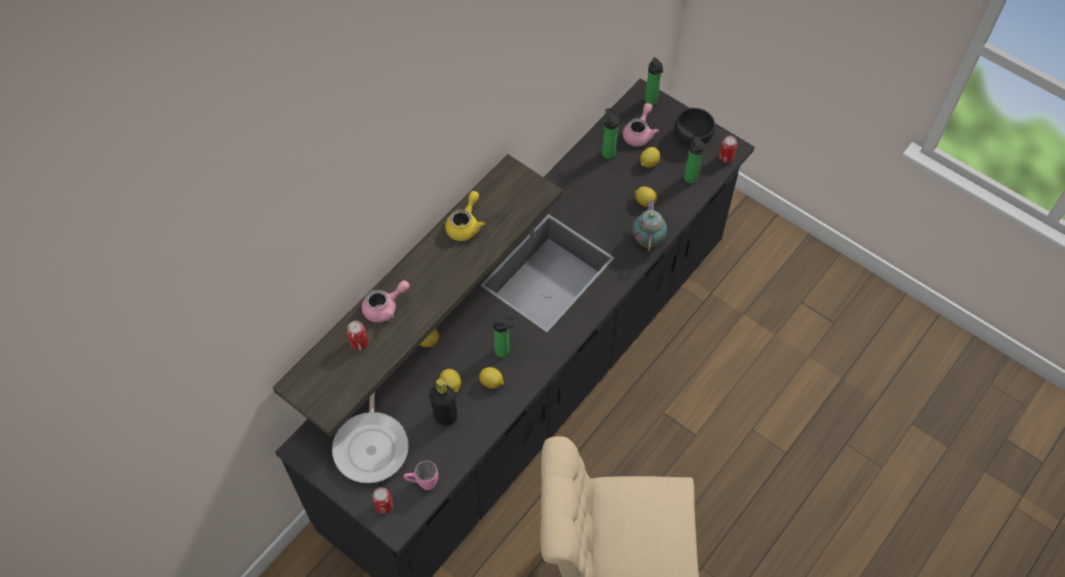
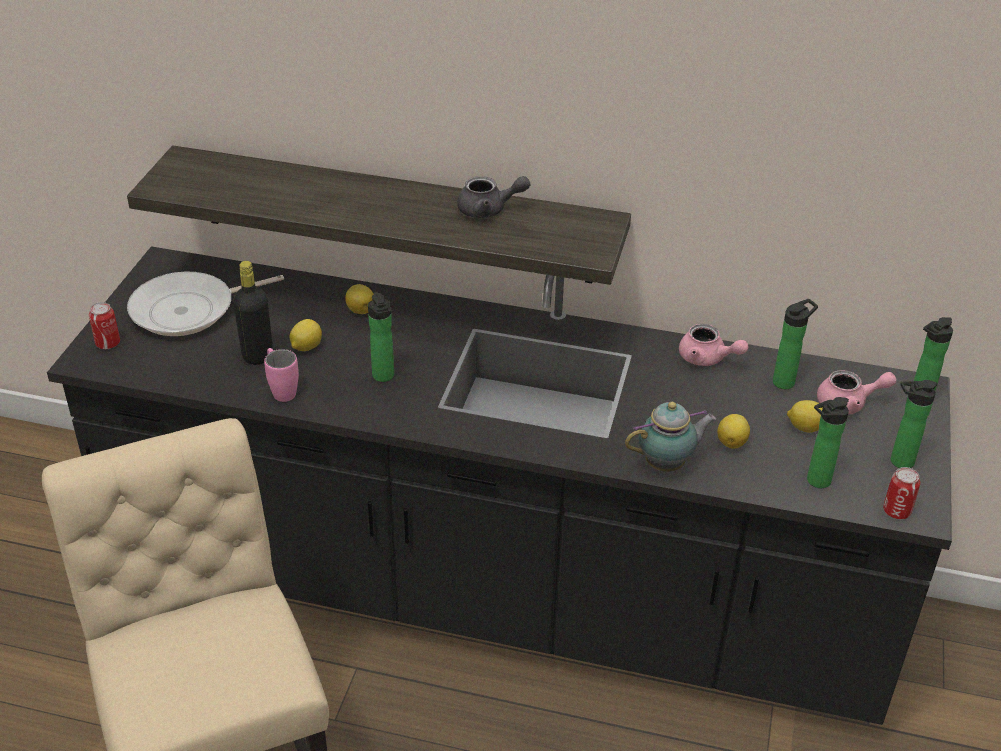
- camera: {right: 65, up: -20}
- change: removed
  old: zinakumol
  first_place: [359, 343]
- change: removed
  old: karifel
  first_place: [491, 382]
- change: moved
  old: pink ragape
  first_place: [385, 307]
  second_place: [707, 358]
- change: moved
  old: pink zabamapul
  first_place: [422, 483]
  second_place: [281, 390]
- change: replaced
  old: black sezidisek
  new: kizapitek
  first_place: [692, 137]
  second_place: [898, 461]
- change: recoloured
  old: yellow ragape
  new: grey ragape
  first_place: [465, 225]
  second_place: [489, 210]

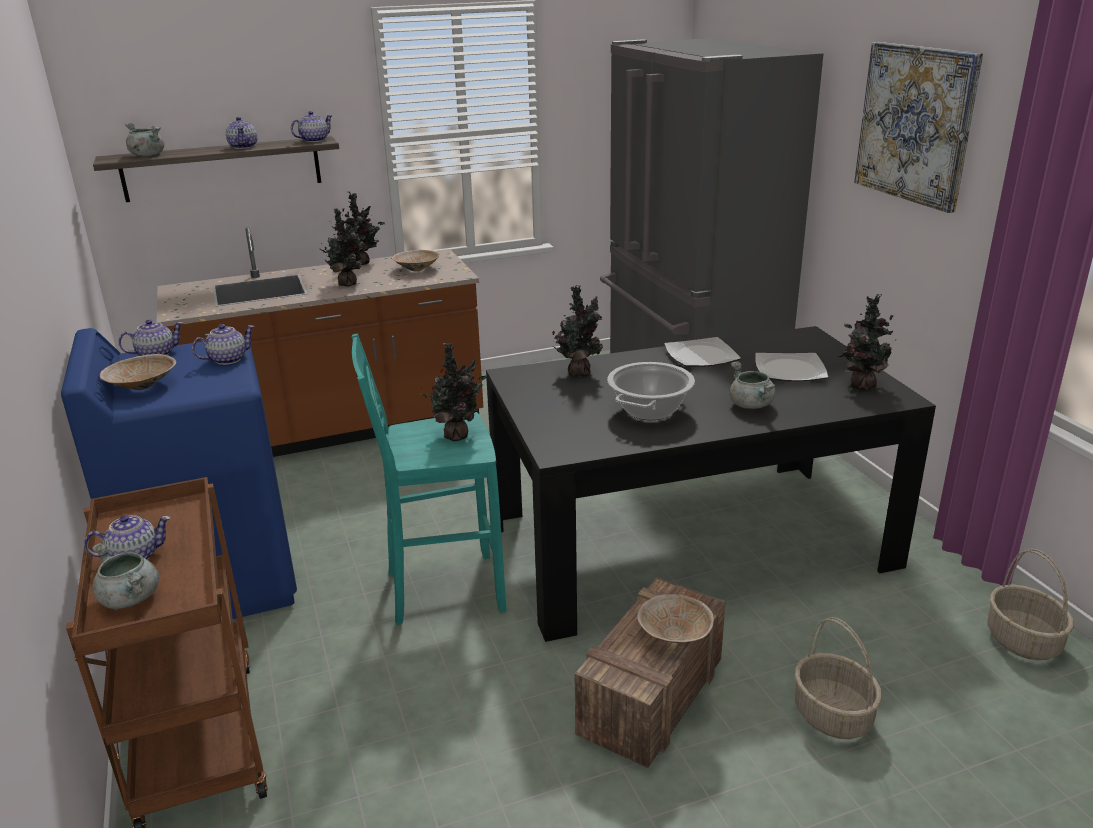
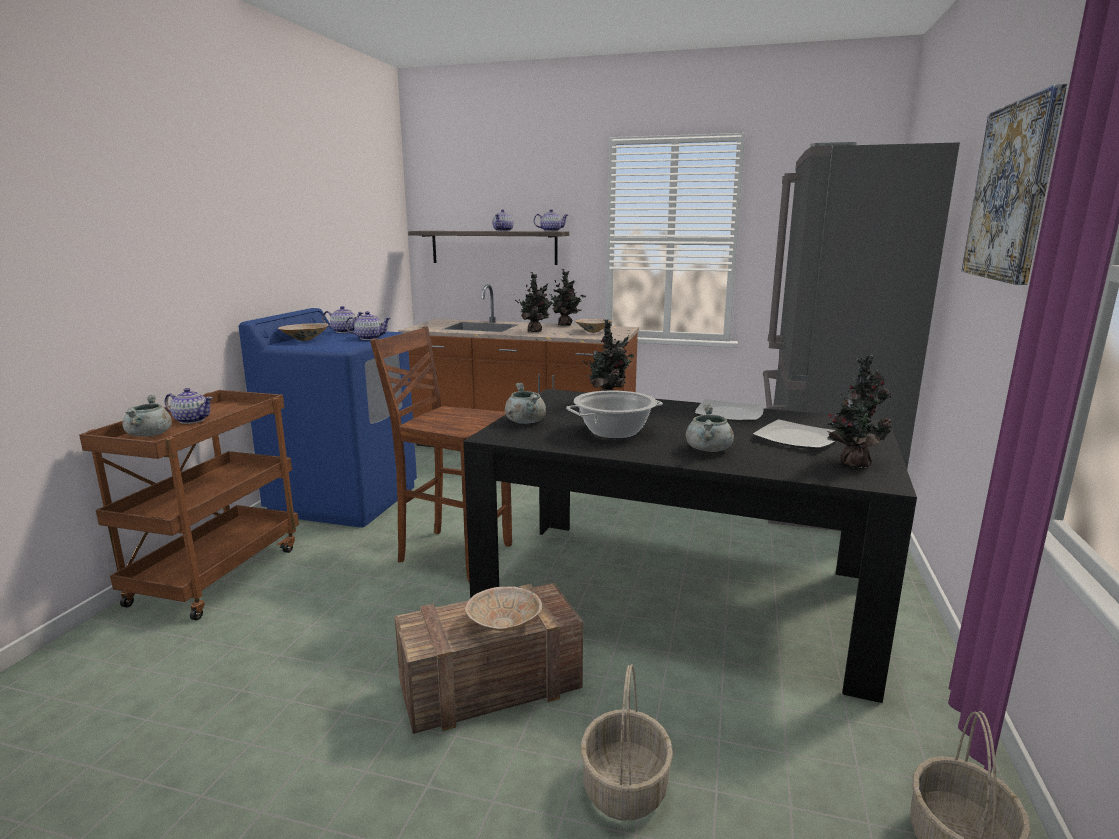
- camera: {right: 35, up: -10}
- change: removed
  old: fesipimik
  first_place: [457, 435]
- change: moved
  old: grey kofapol
  first_place: [147, 155]
  second_place: [525, 421]
- change: recoloured
  old: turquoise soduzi
  new: brown soduzi
  first_place: [441, 590]
  second_place: [453, 553]

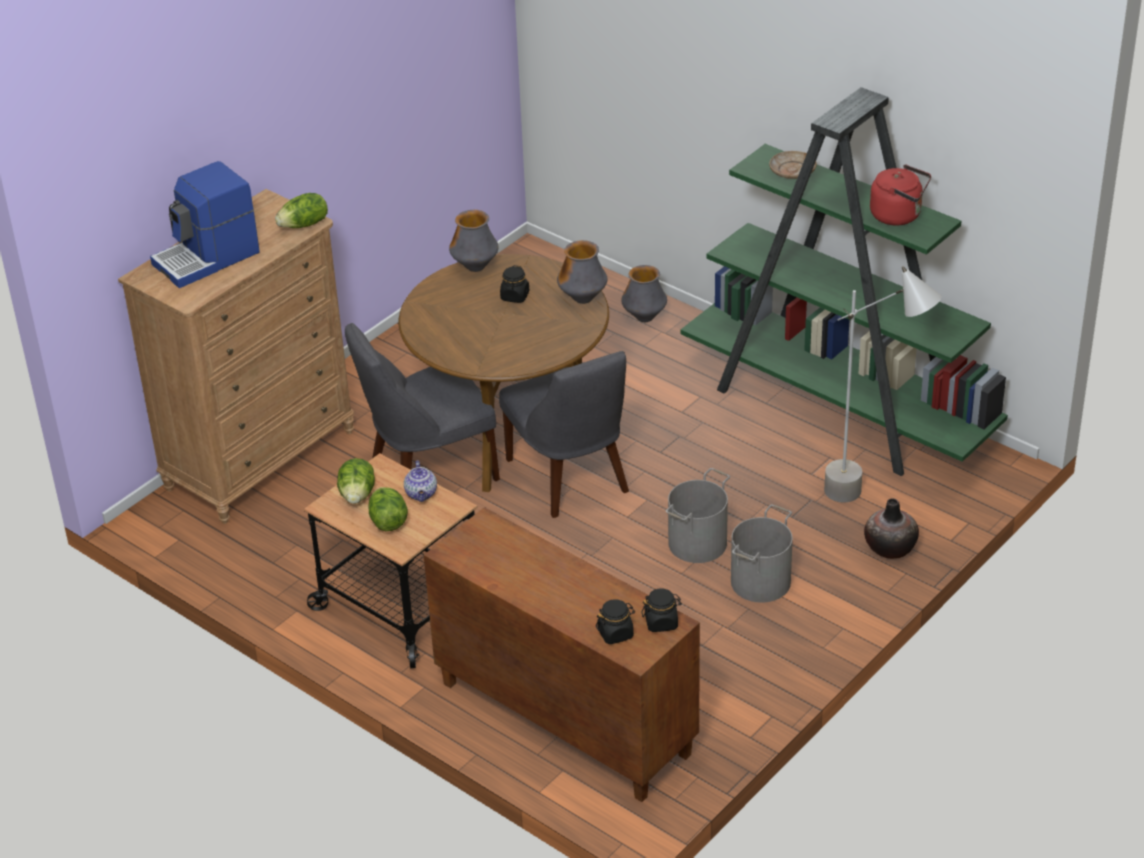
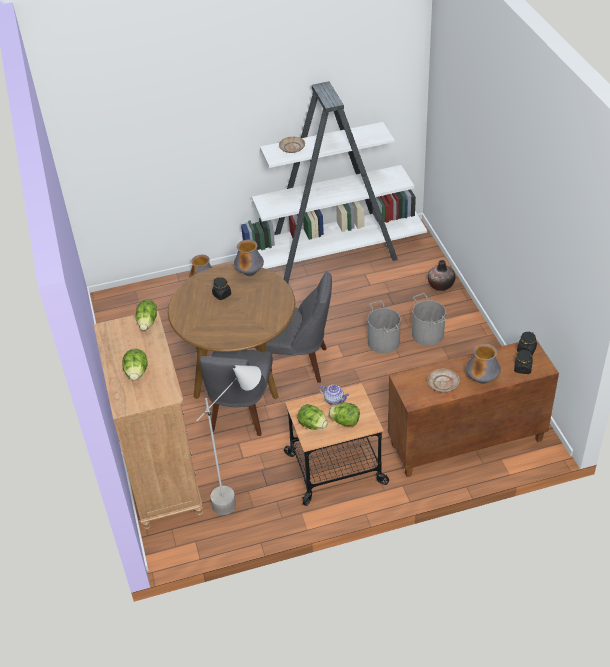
- camera: {right: -55, up: 5}
- change: removed
  old: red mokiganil
  first_place: [899, 215]
- change: added
  new: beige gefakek
  second_place: [443, 384]
- change: moved
  old: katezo
  first_place: [475, 267]
  second_place: [482, 380]
- change: moved
  old: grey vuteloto
  first_place: [872, 499]
  second_place: [242, 497]
- change: replaced
  old: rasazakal
  new: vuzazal
  first_place: [207, 259]
  second_place: [136, 372]
- change: recoloured
  old: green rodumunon
  new: white rodumunon
  first_place: [838, 409]
  second_place: [335, 256]

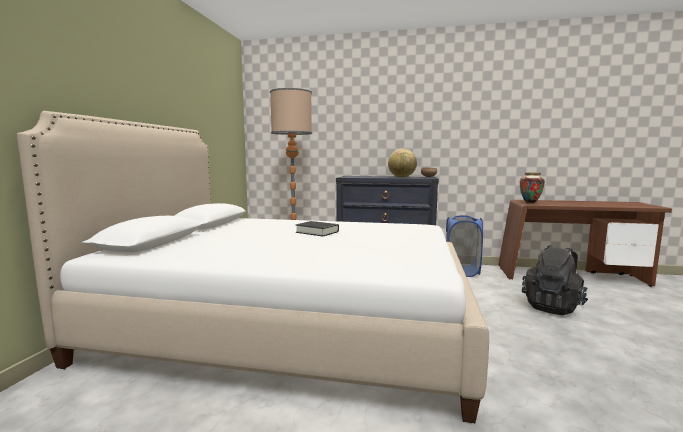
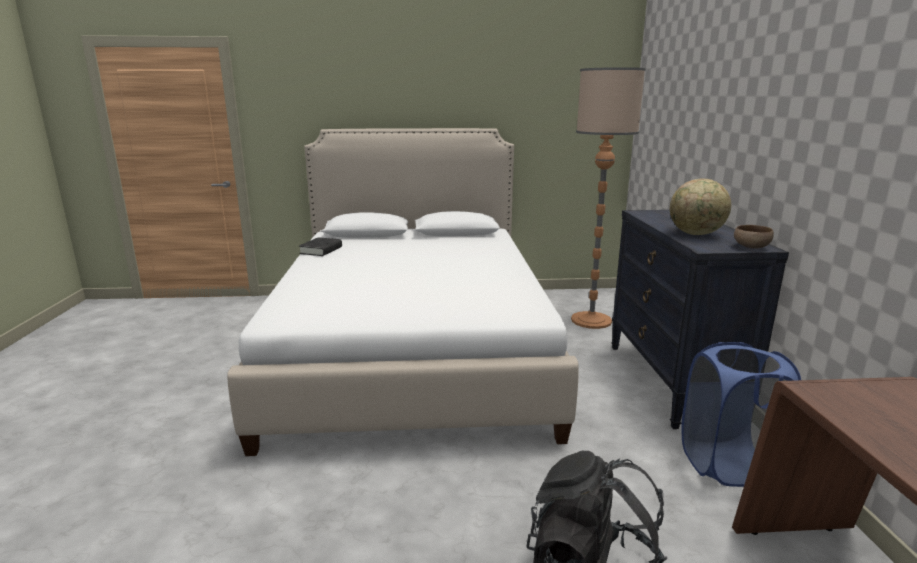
- camera: {right: 75, up: 10}
- change: removed
  old: katezo
  first_place: [530, 203]
- change: moved
  old: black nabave
  first_place: [317, 232]
  second_place: [321, 250]

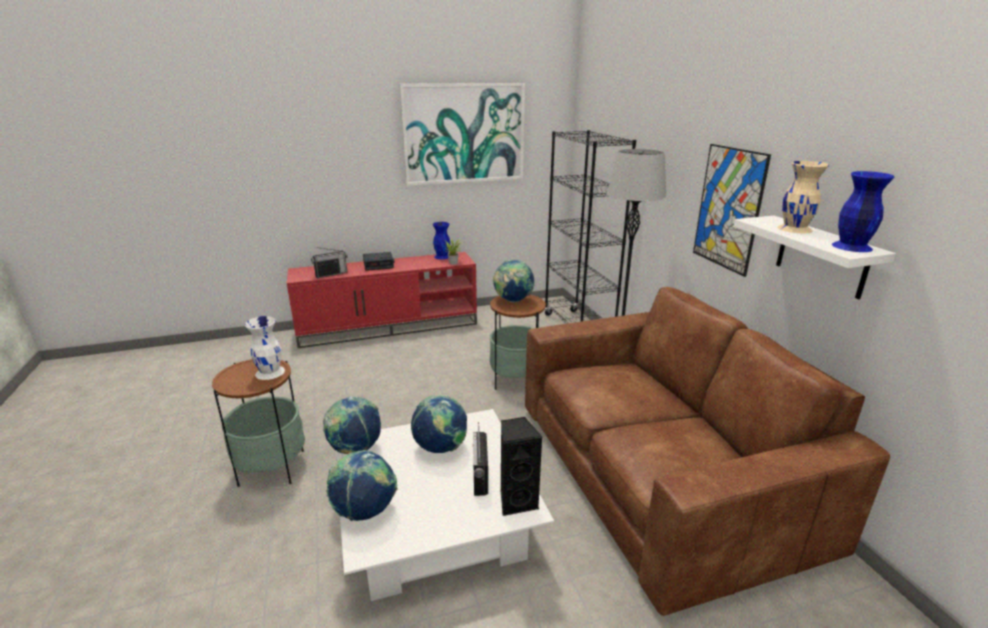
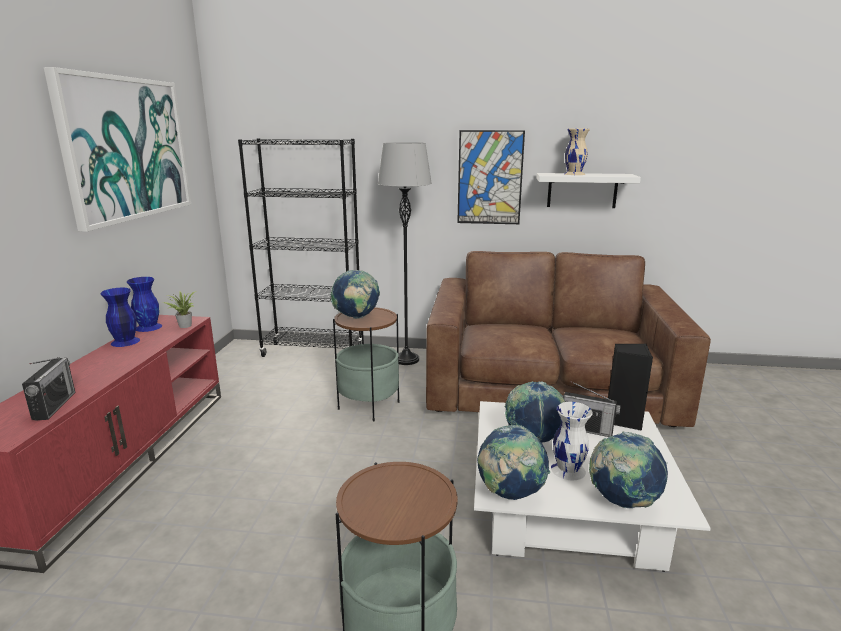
- camera: {right: -65, up: -5}
- change: removed
  old: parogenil
  first_place: [379, 265]
- change: moved
  old: white katezo
  first_place: [270, 372]
  second_place: [568, 469]
- change: moved
  old: blue katezo
  first_place: [851, 246]
  second_place: [124, 342]

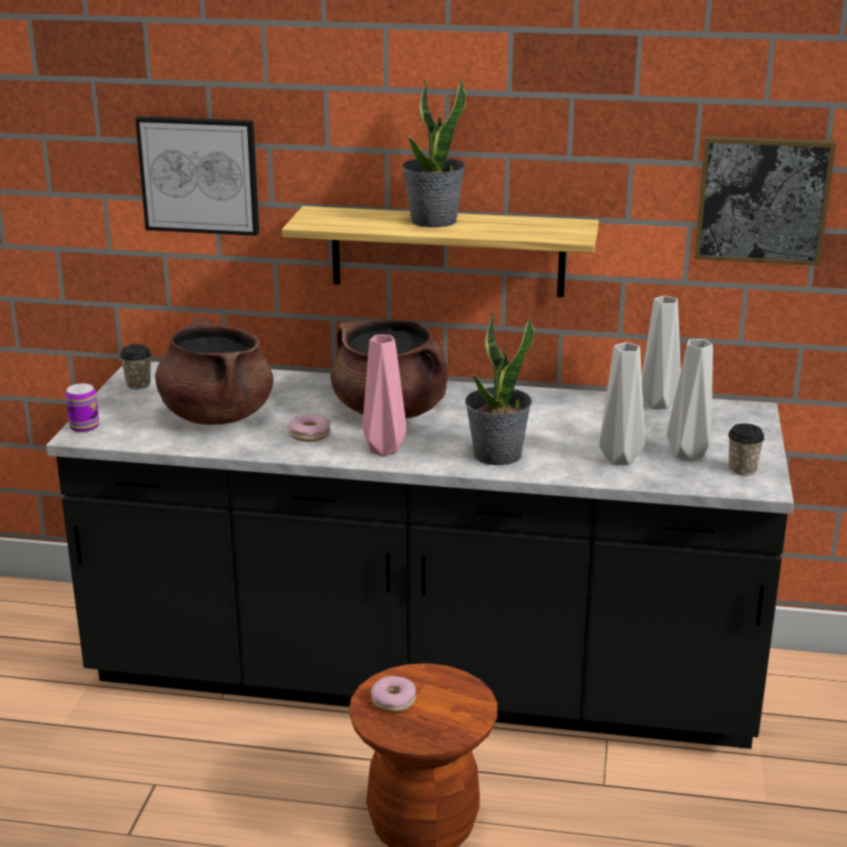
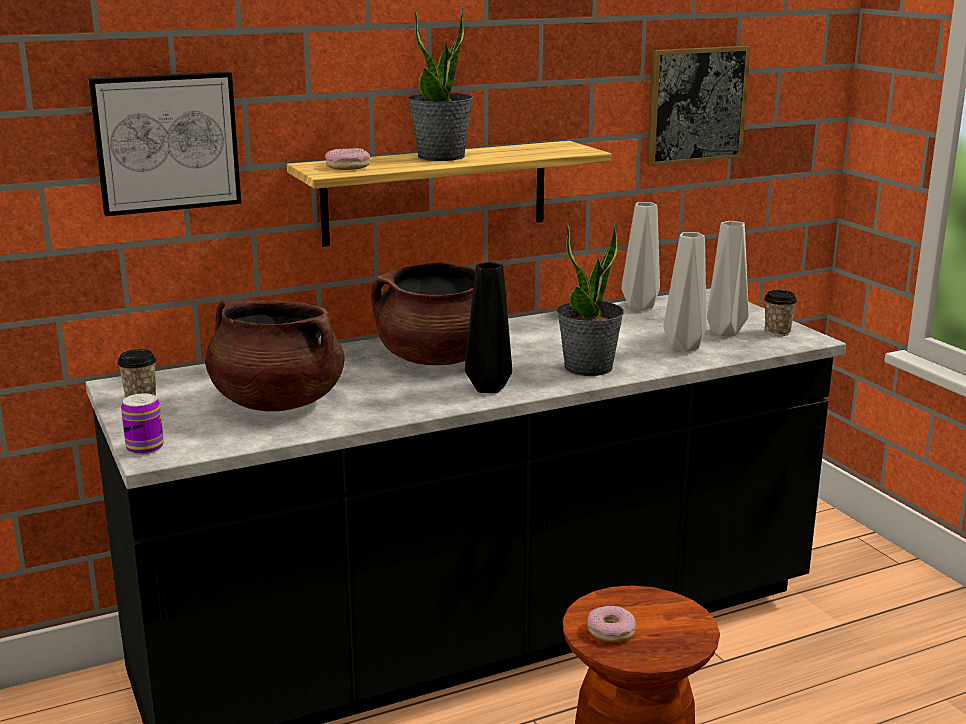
- camera: {right: -35, up: -5}
- change: moved
  old: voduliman
  first_place: [309, 434]
  second_place: [347, 166]
- change: recoloured
  old: pink katezo
  new: black katezo
  first_place: [382, 449]
  second_place: [486, 388]

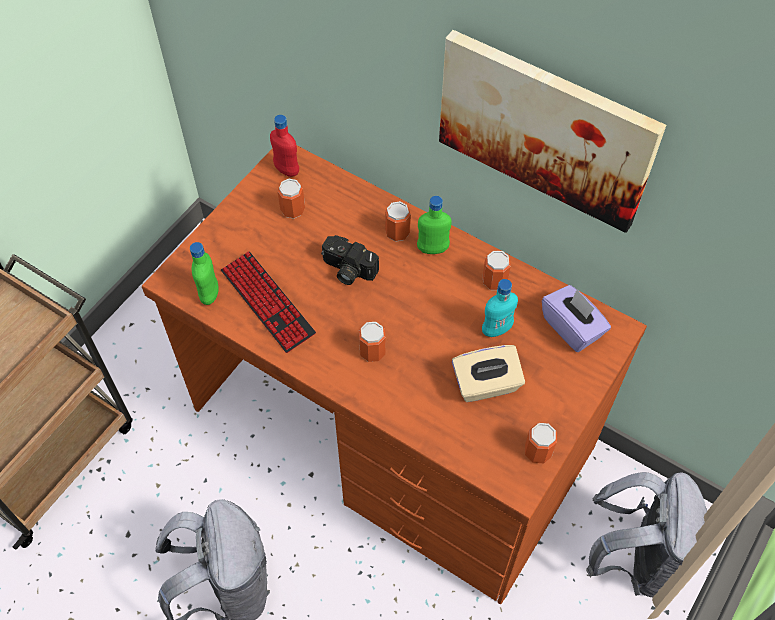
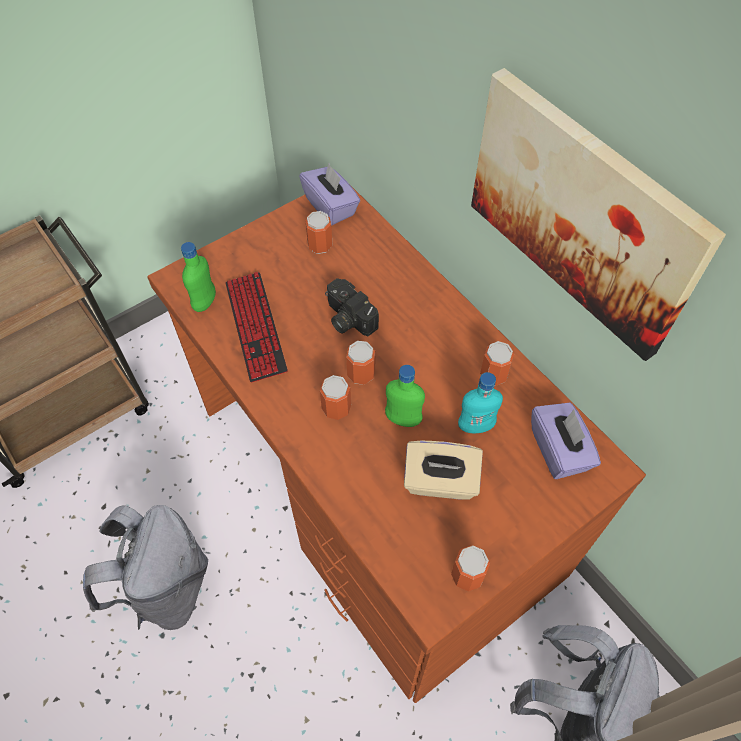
- camera: {right: 20, up: 0}
- change: moved
  old: zinakumol
  first_place: [397, 232]
  second_place: [361, 374]
- change: moved
  old: green kizapitek
  first_place: [432, 249]
  second_place: [403, 419]
- change: replaced
  old: red kizapitek
  new: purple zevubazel
  first_place: [286, 170]
  second_place: [331, 206]

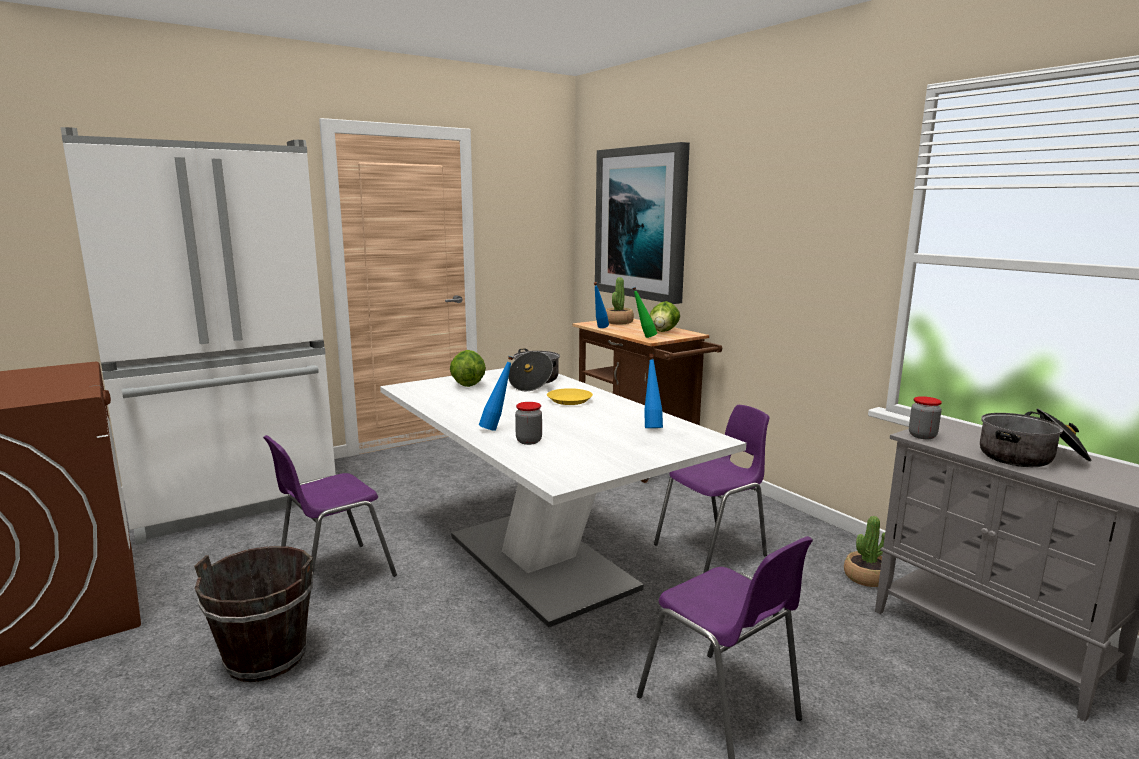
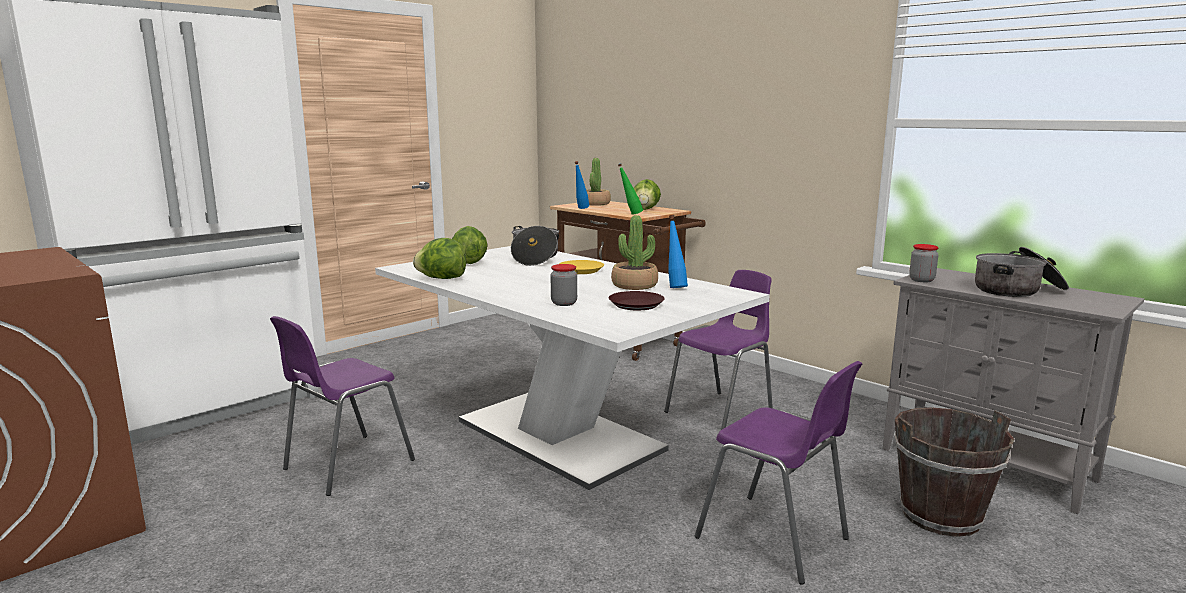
- camera: {right: -10, up: 0}
- change: removed
  old: blue kizapitek
  first_place: [497, 428]
- change: removed
  old: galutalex
  first_place: [641, 223]
- change: added
  new: vuzazal
  second_place: [442, 279]
- change: added
  new: brown gefakek
  second_place: [636, 305]
- change: moved
  old: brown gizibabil
  first_place: [267, 657]
  second_place: [940, 515]
- change: moved
  old: fesipimik
  first_place: [866, 577]
  second_place: [634, 285]

